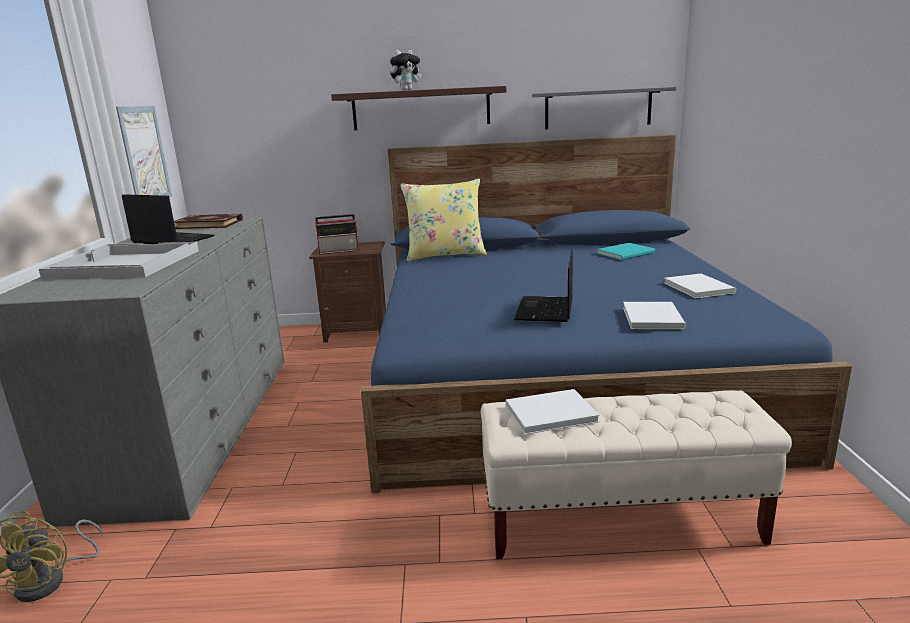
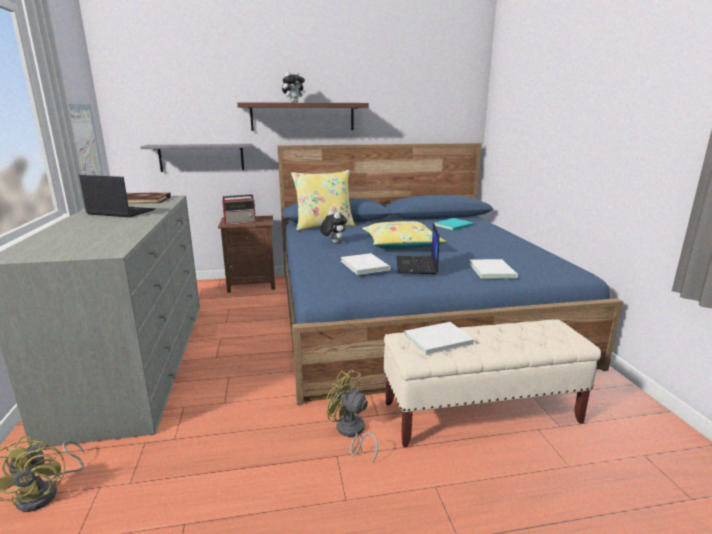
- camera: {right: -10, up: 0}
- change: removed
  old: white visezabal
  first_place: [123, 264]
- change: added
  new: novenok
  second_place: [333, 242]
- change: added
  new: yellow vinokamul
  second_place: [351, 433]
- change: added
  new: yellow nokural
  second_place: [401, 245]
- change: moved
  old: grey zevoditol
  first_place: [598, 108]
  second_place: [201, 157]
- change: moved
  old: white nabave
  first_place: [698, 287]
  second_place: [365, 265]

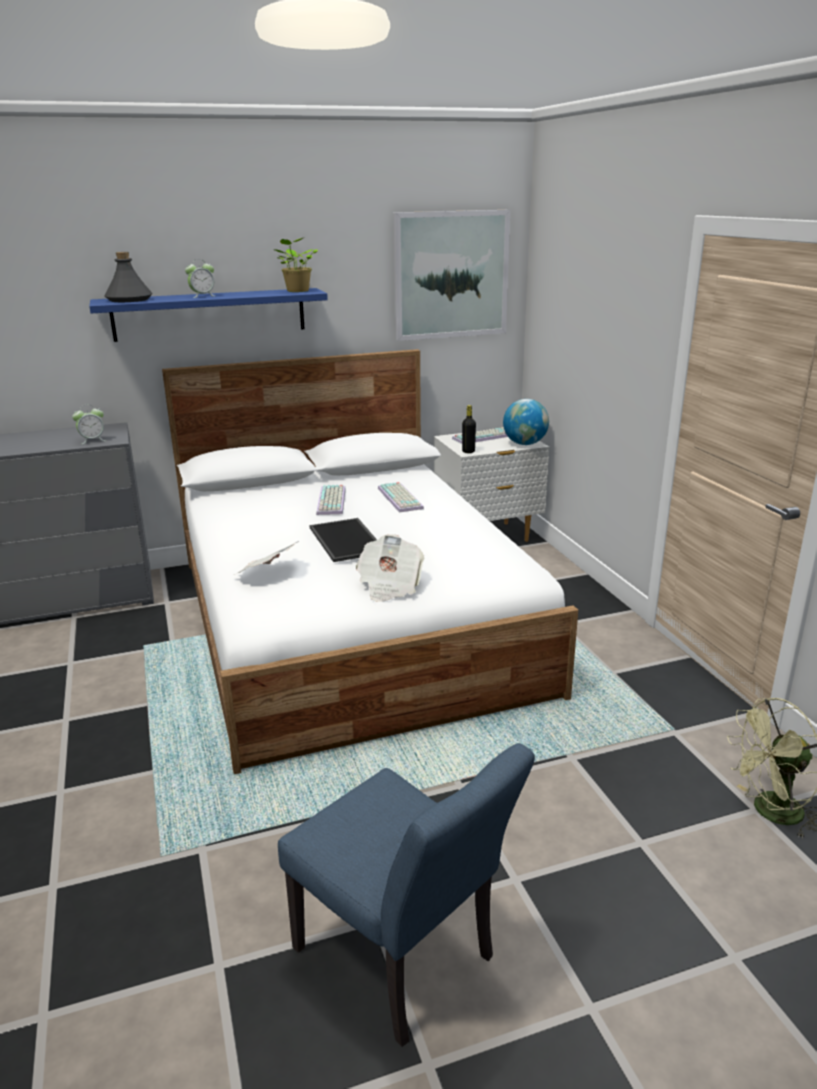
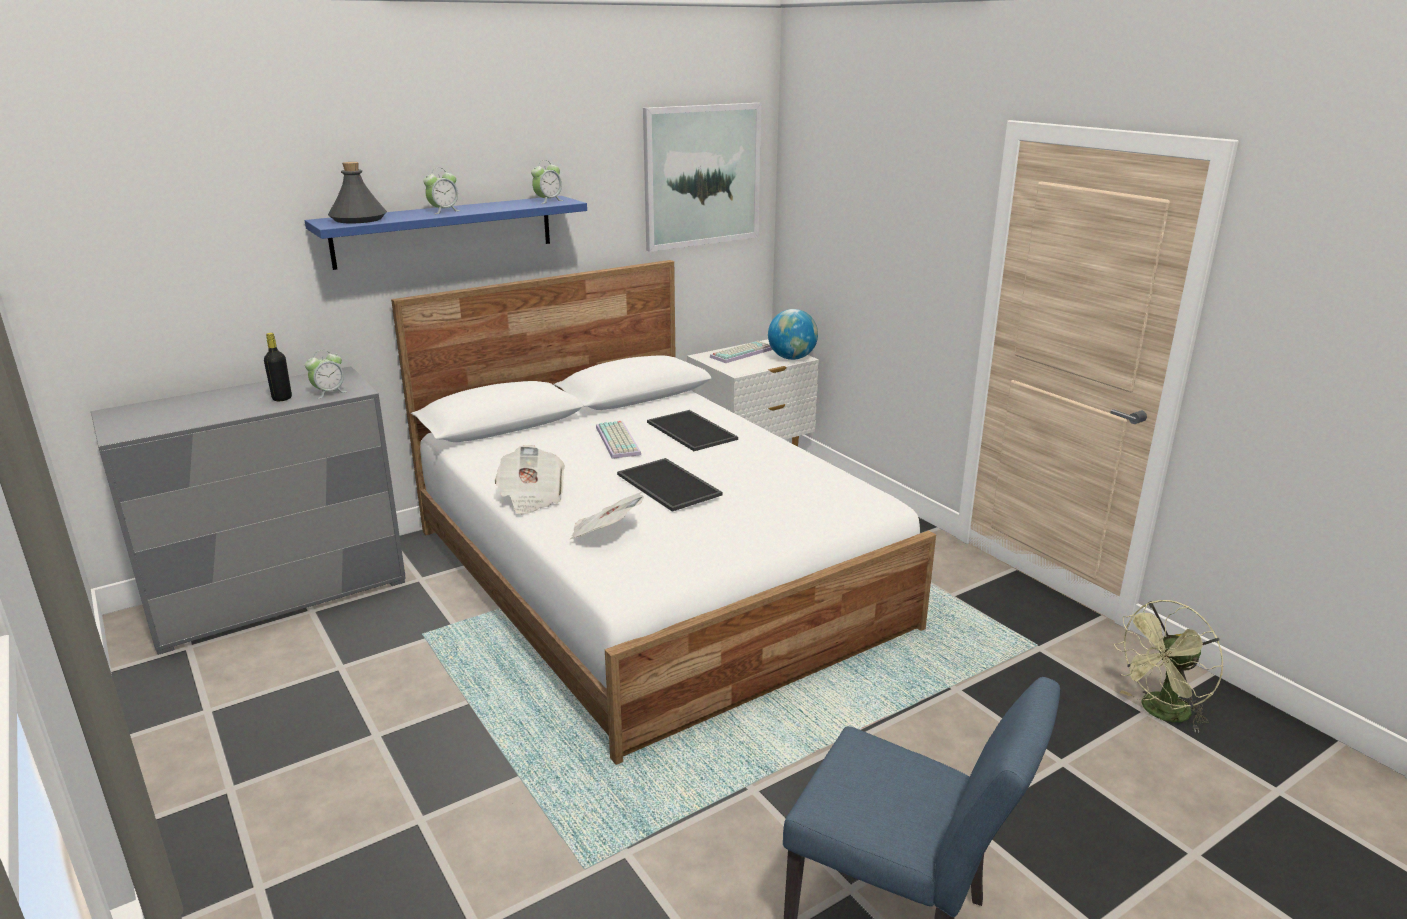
- camera: {right: -15, up: 0}
- change: moved
  old: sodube
  first_place: [389, 585]
  second_place: [531, 497]
- change: moved
  old: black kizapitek
  first_place: [468, 451]
  second_place: [282, 398]
- change: replaced
  old: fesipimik
  new: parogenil
  first_place: [297, 291]
  second_place: [548, 201]
- change: replaced
  old: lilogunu
  new: visezabal
  first_place: [401, 498]
  second_place: [693, 431]

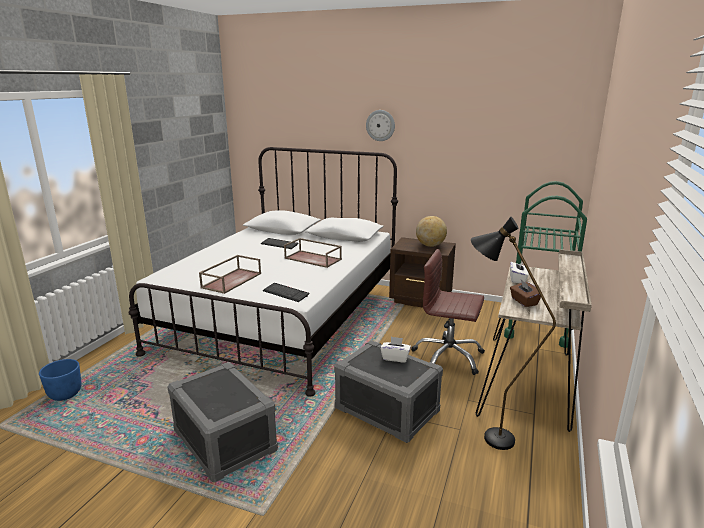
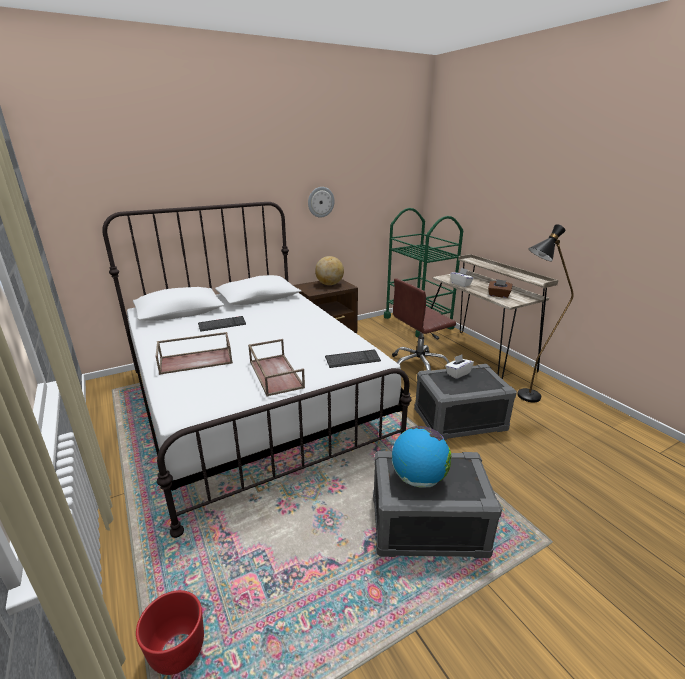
- camera: {right: -50, up: 5}
- change: added
  new: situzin
  second_place: [418, 478]
- change: moved
  old: brown visezabal
  first_place: [313, 259]
  second_place: [197, 360]
- change: moved
  old: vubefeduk
  first_place: [380, 125]
  second_place: [320, 202]
- change: recoloured
  old: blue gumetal
  new: red gumetal
  first_place: [66, 394]
  second_place: [178, 651]

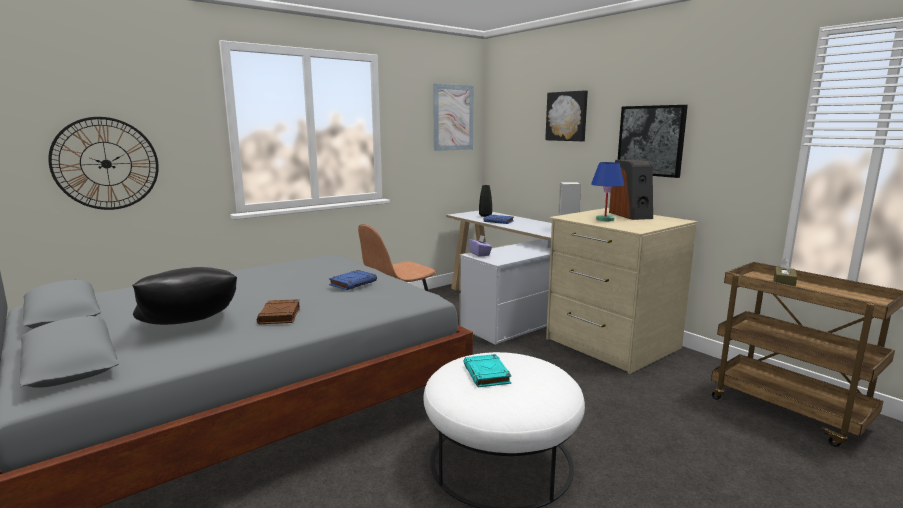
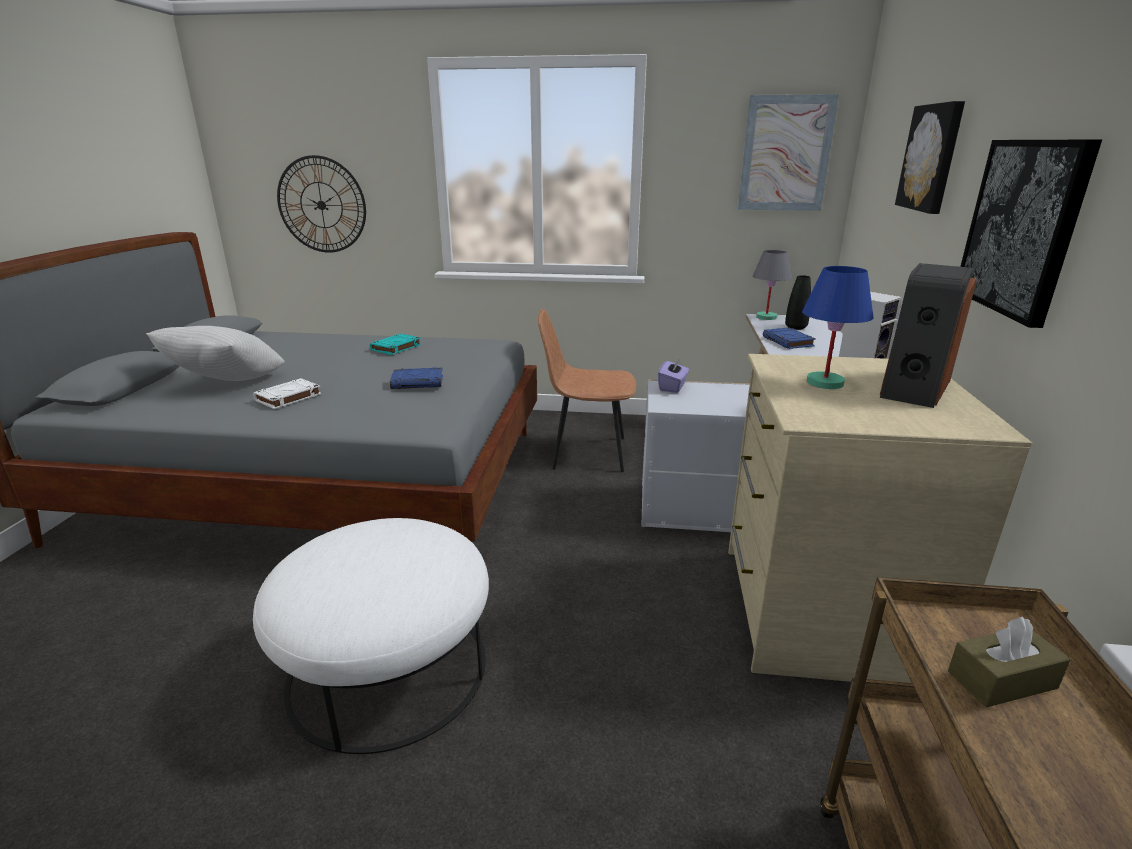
- camera: {right: 45, up: 10}
- change: added
  new: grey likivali
  second_place: [767, 317]
- change: moved
  old: turquoise nabave
  first_place: [487, 374]
  second_place: [396, 347]
- change: recoloured
  old: black nokural
  new: white nokural
  first_place: [189, 326]
  second_place: [227, 384]
- change: recoloured
  old: brown nabave
  new: white nabave
  first_place: [280, 315]
  second_place: [288, 397]

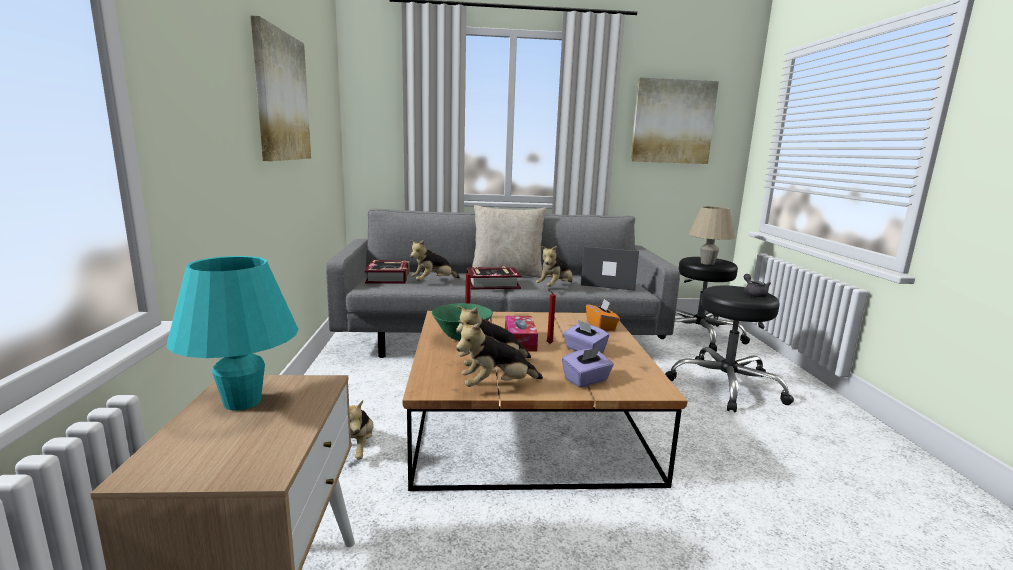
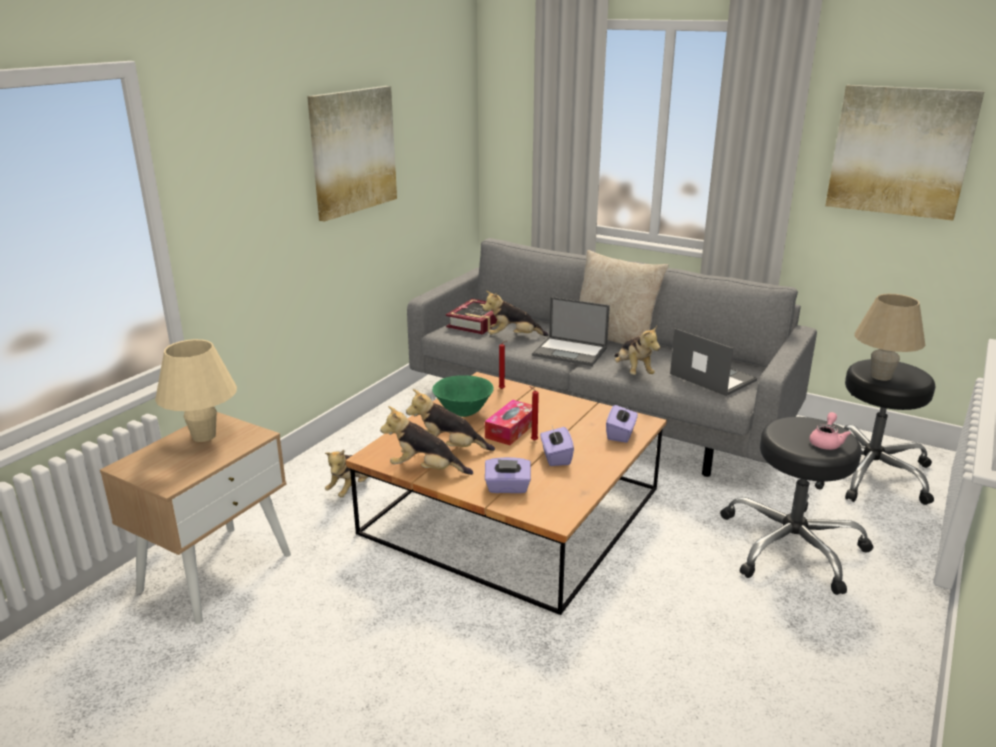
- camera: {right: 35, up: 10}
- change: replaced
  old: nabave
  new: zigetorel
  first_place: [492, 284]
  second_place: [571, 352]
- change: recoloured
  old: turquoise likivali
  new: beige likivali
  first_place: [242, 402]
  second_place: [204, 436]
- change: recoloured
  old: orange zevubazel
  new: purple zevubazel
  first_place: [601, 326]
  second_place: [621, 434]
- change: recoloured
  old: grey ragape
  new: pink ragape
  first_place: [753, 294]
  second_place: [826, 442]
- change: turned
  old: novenok
  first_place: [555, 287]
  second_place: [633, 371]
  degrees: -90

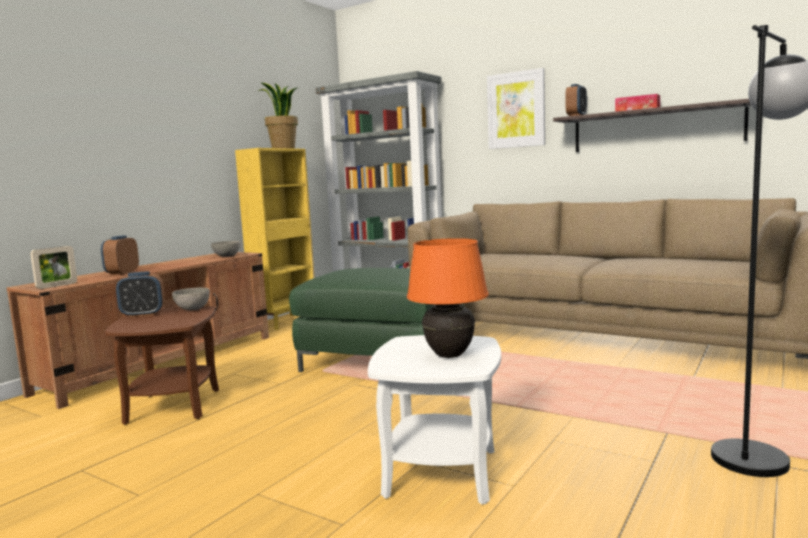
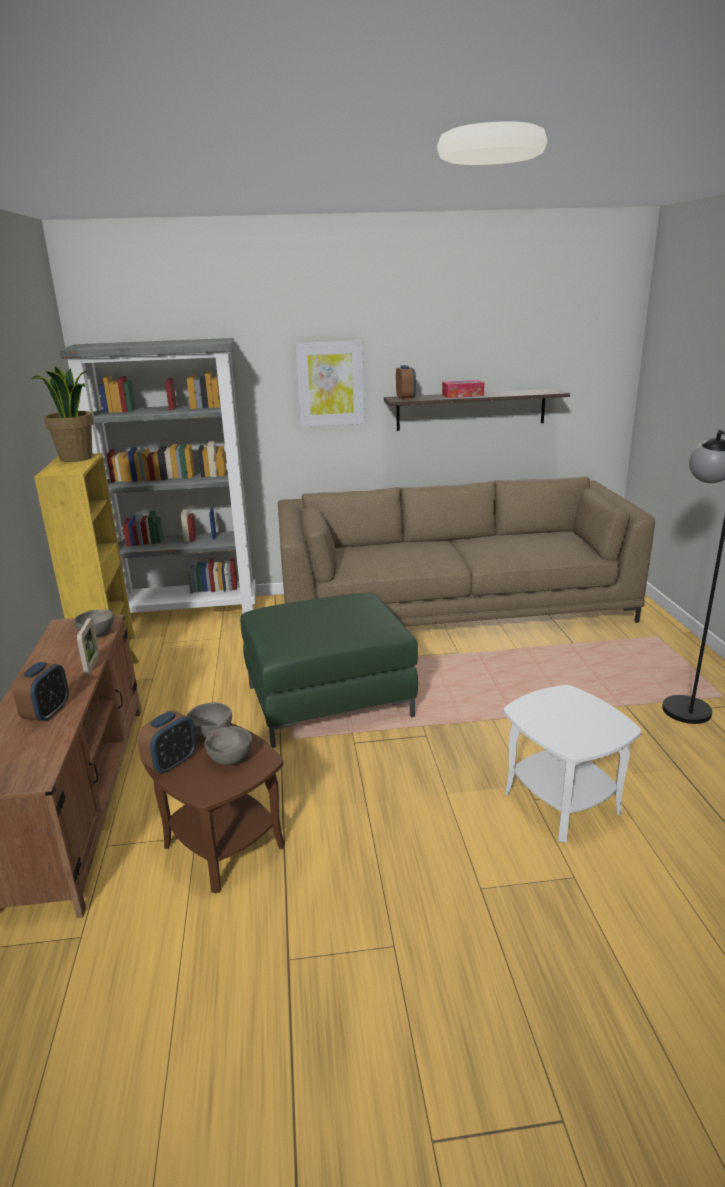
- camera: {right: -40, up: 15}
- change: removed
  old: orange likivali
  first_place: [450, 355]
- change: added
  new: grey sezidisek
  second_place: [230, 759]
- change: moved
  old: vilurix
  first_place: [57, 286]
  second_place: [92, 664]
- change: turned
  old: parogenil
  first_place: [122, 273]
  second_place: [47, 713]
  degrees: -135

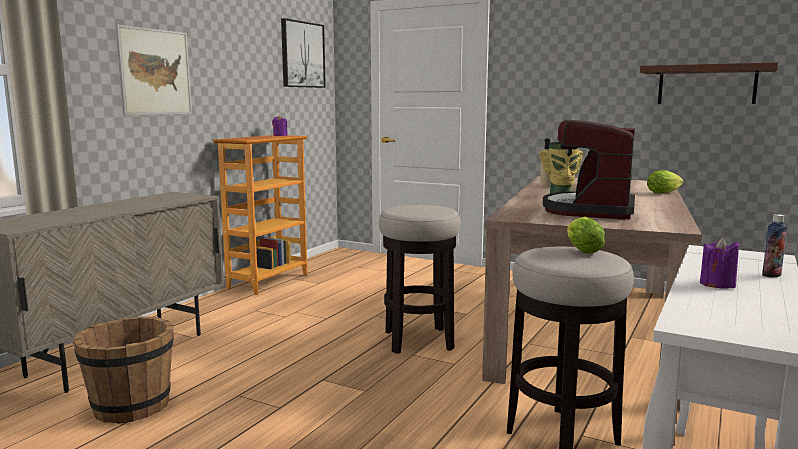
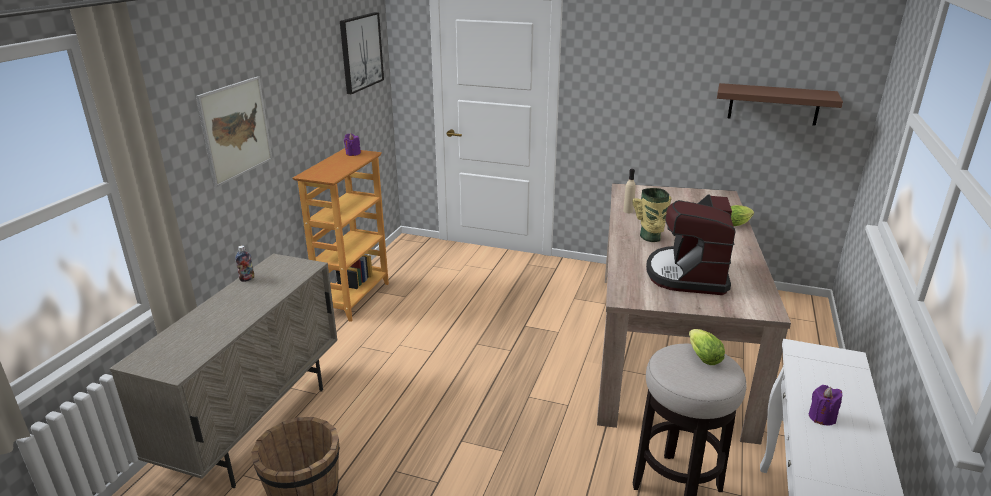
- camera: {right: -10, up: 15}
- change: removed
  old: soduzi
  first_place: [418, 340]
- change: moved
  old: kizapitek
  first_place: [771, 275]
  second_place: [247, 279]

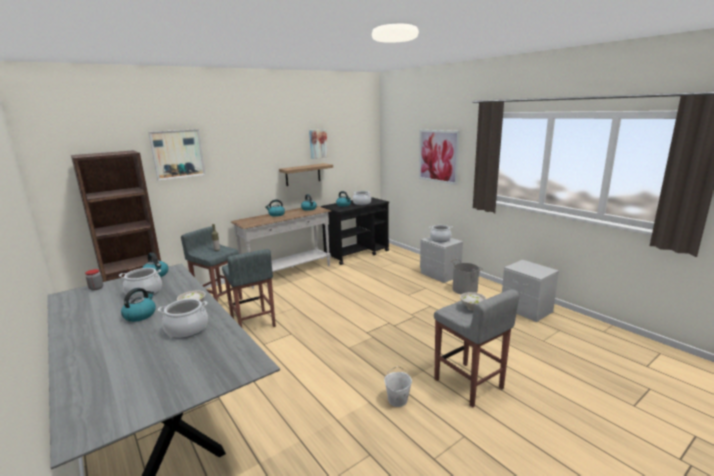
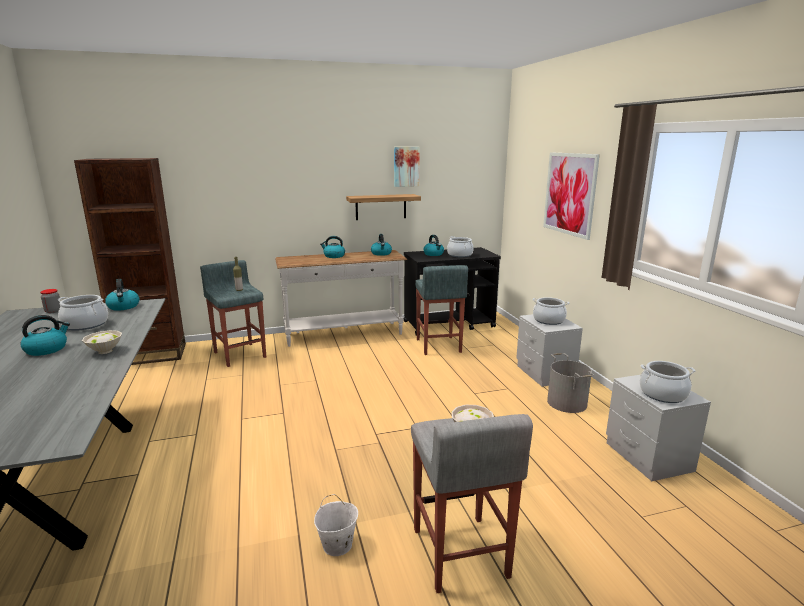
- camera: {right: 20, up: 0}
- change: removed
  old: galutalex
  first_place: [177, 154]
- change: moved
  old: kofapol
  first_place: [187, 329]
  second_place: [662, 394]
- change: moved
  old: grey soduzi
  first_place: [253, 323]
  second_place: [438, 346]

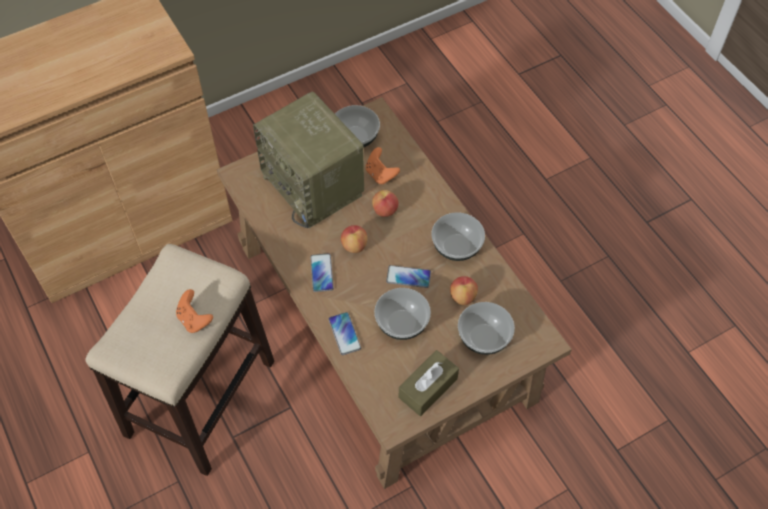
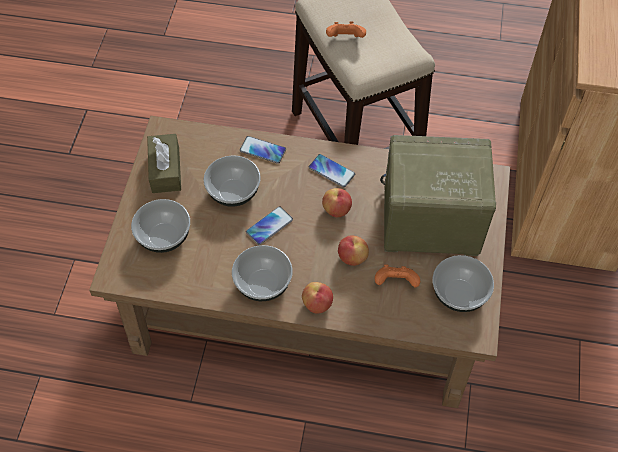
- camera: {right: 130, up: 0}
- change: moved
  old: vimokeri
  first_place: [462, 297]
  second_place: [317, 304]

